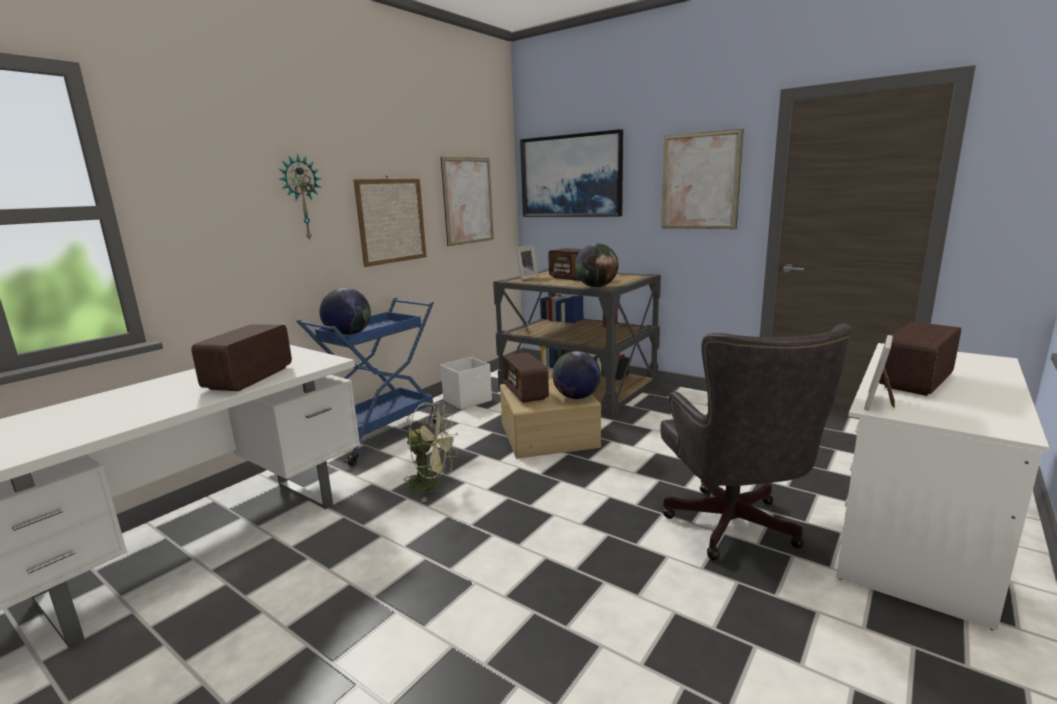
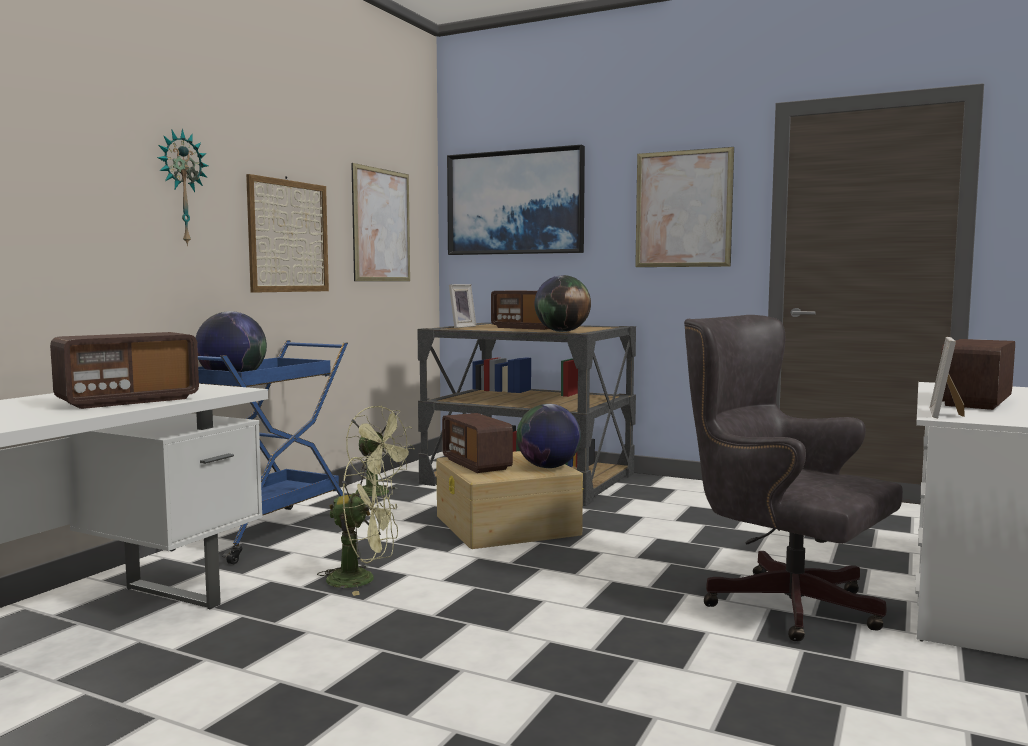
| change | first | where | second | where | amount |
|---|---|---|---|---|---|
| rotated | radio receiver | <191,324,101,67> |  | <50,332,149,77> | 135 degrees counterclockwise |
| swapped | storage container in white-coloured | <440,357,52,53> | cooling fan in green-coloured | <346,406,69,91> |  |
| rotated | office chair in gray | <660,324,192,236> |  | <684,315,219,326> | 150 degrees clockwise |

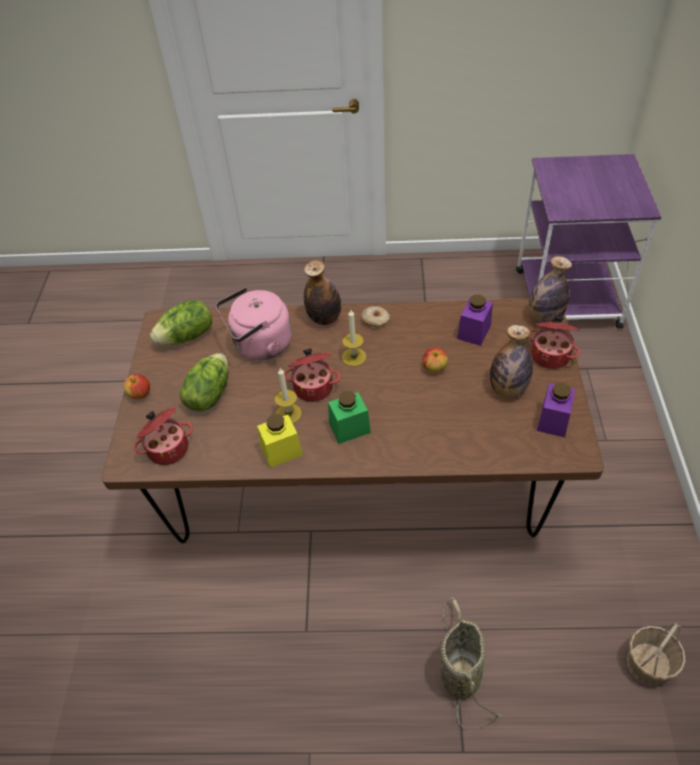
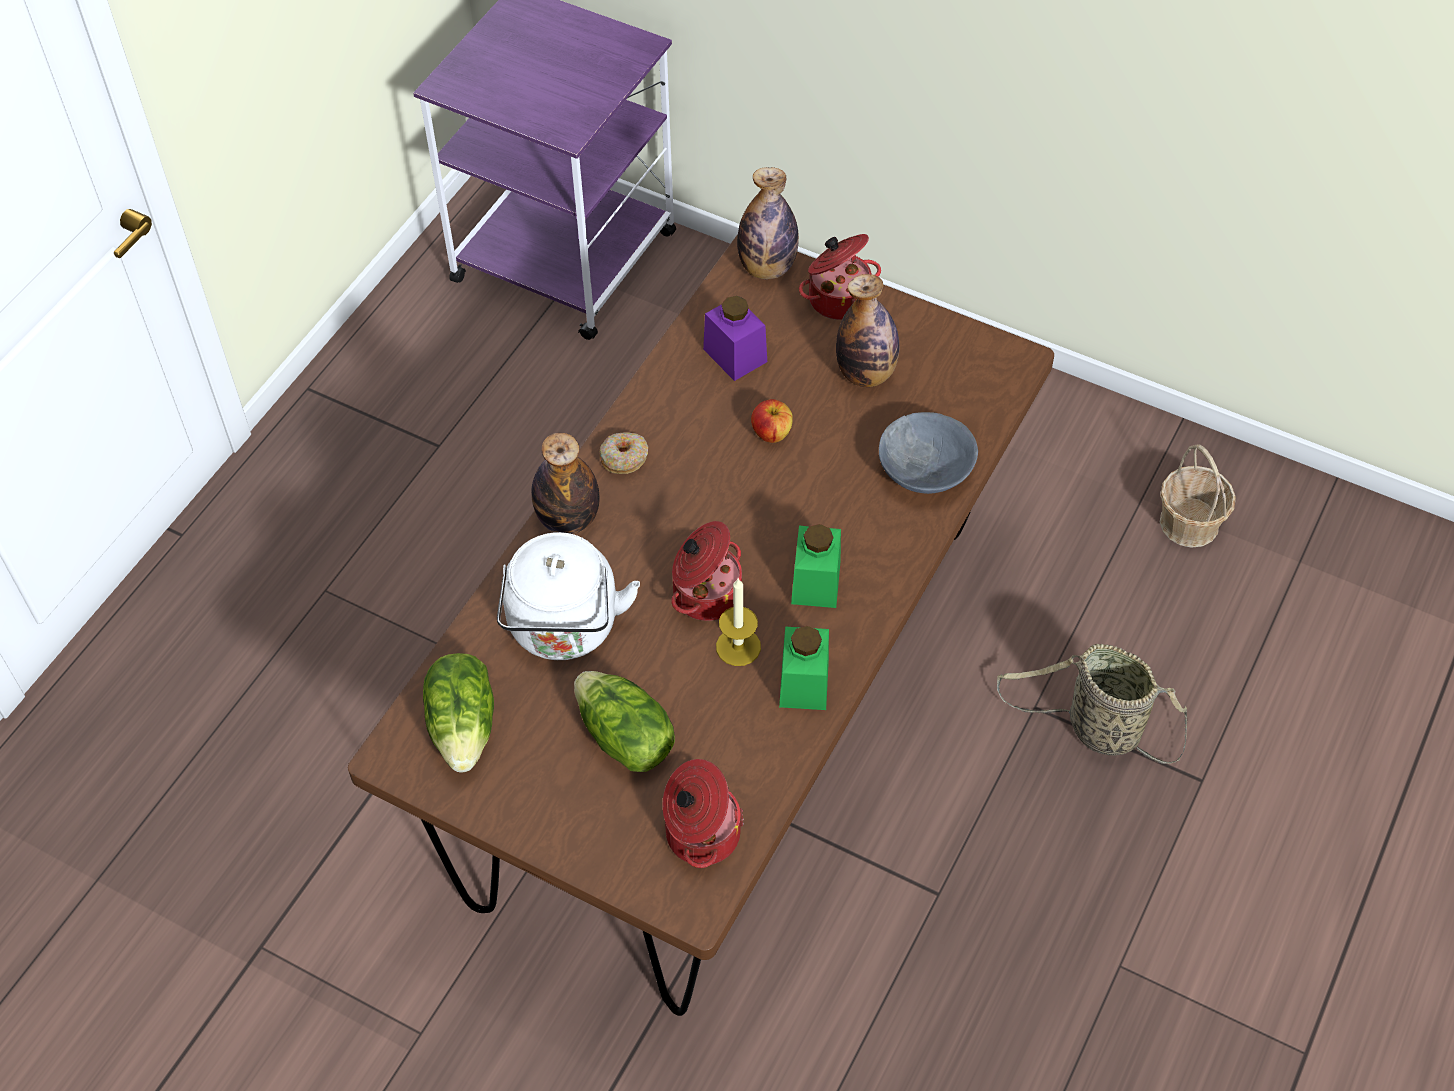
| change | first | where | second | where | amount |
|---|---|---|---|---|---|
| gone | apple | <124,374,26,25> |  |  |  |
| repainted | kettle in pink | <216,288,76,72> | kettle in white-coloured | <497,532,143,128> |  |
| repainted | jar in yellow-coloured | <257,414,46,54> | jar in green-coloured | <779,626,50,84> |  |
| gone | wax candle | <342,310,25,56> |  |  |  |
| gone | jar in purple-coloured | <537,383,38,54> |  |  |  |
| new |  |  | bowl in gray | <879,412,99,82> |  |

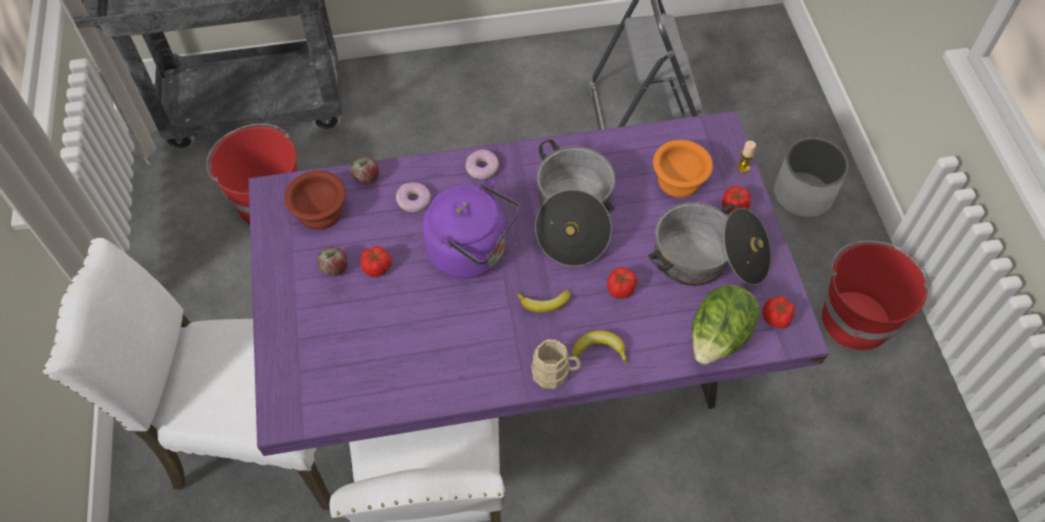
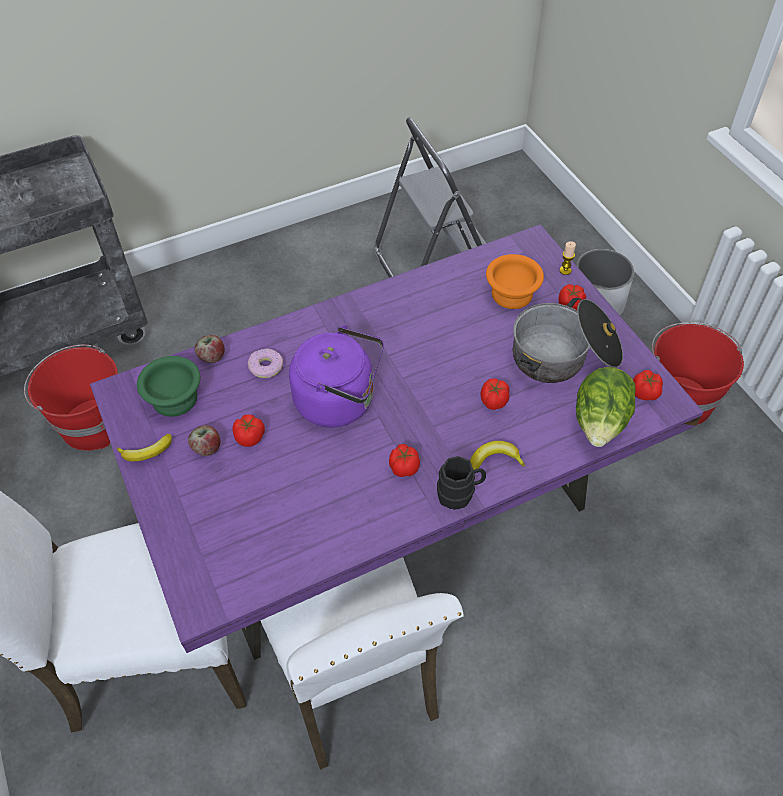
| change | first | where | second | where | amount |
|---|---|---|---|---|---|
| repainted | bowl in brown | <284,171,62,59> | bowl in green-coloured | <137,356,63,61> |  |
| gone | donut | <465,150,34,29> |  |  |  |
| shifted | whole banana | <516,290,54,22> |  | <117,434,55,27> |  |
| repainted | mug in beige-coloured | <531,340,50,49> | mug in black | <437,456,49,54> |  |
| gone | stockpot | <535,140,80,126> |  |  |  |
| new |  |  | tomato | <389,444,31,33> |  |

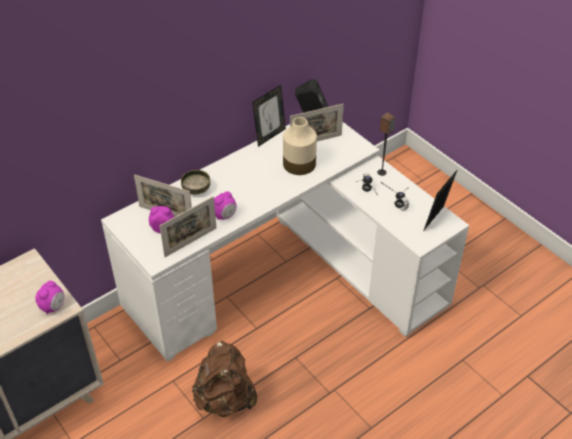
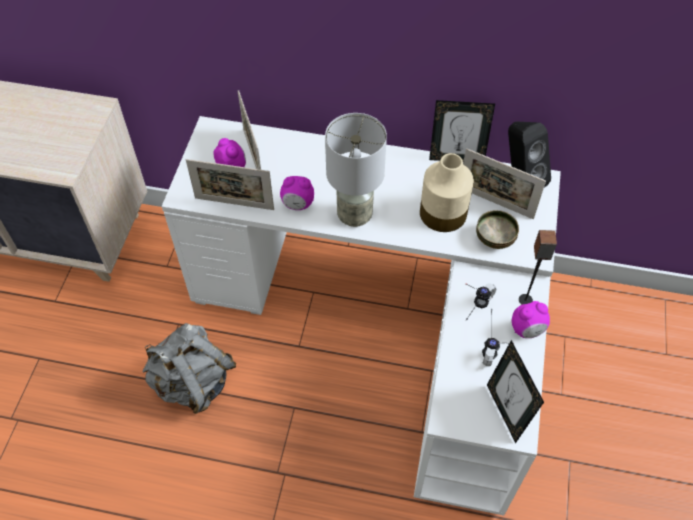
| change | first | where | second | where | amount |
|---|---|---|---|---|---|
| shifted | table clock | <35,281,29,33> |  | <512,301,38,37> |  |
| shifted | bowl | <181,170,29,24> |  | <476,210,43,39> |  |
| repainted | knapsack in brown | <192,341,65,76> | knapsack in gray | <142,323,95,91> |  |
| rotated | picture frame | <424,169,34,61> |  | <487,340,57,103> | 105 degrees counterclockwise |
| new |  |  | tabletop lamp in gray | <325,113,62,114> |  |

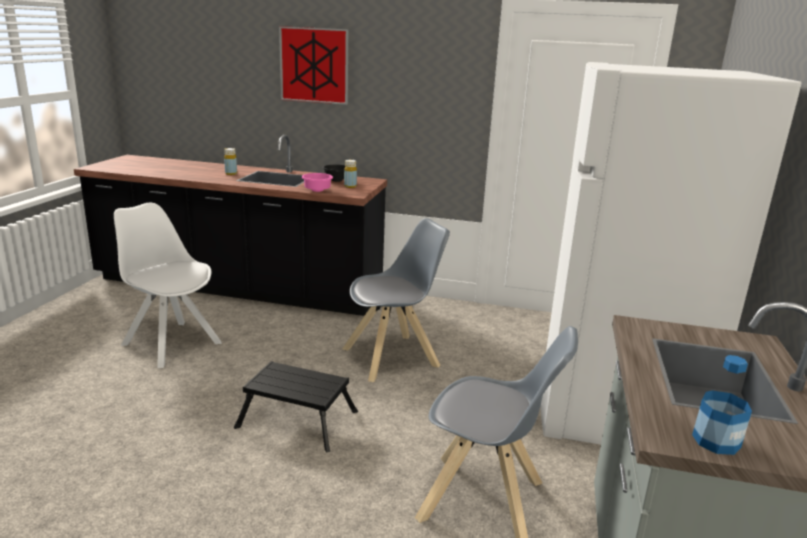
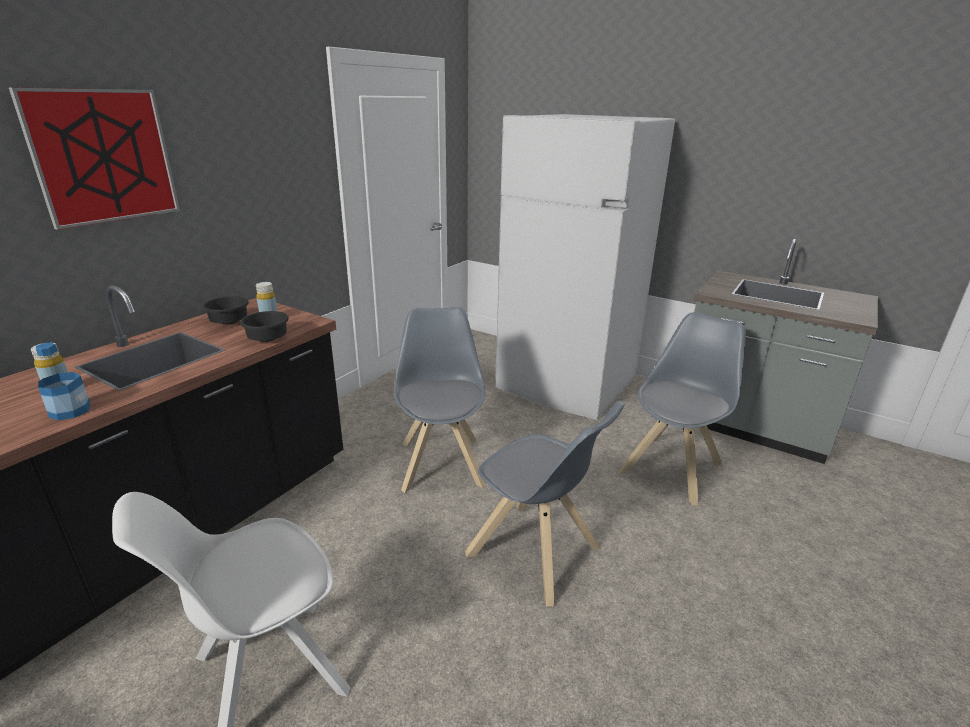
| change | first | where | second | where | amount |
|---|---|---|---|---|---|
| swapped | stepladder in black | <234,361,124,92> | plain chair in gray | <465,400,160,207> |  |
| repainted | bowl in pink | <302,173,31,19> | bowl in black | <240,311,49,31> |  |
| shifted | drink bottle | <692,355,60,100> |  | <36,343,55,78> |  |

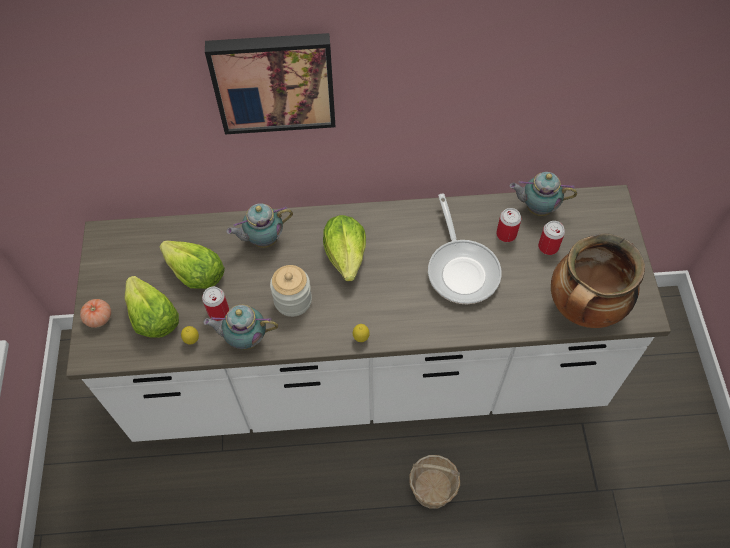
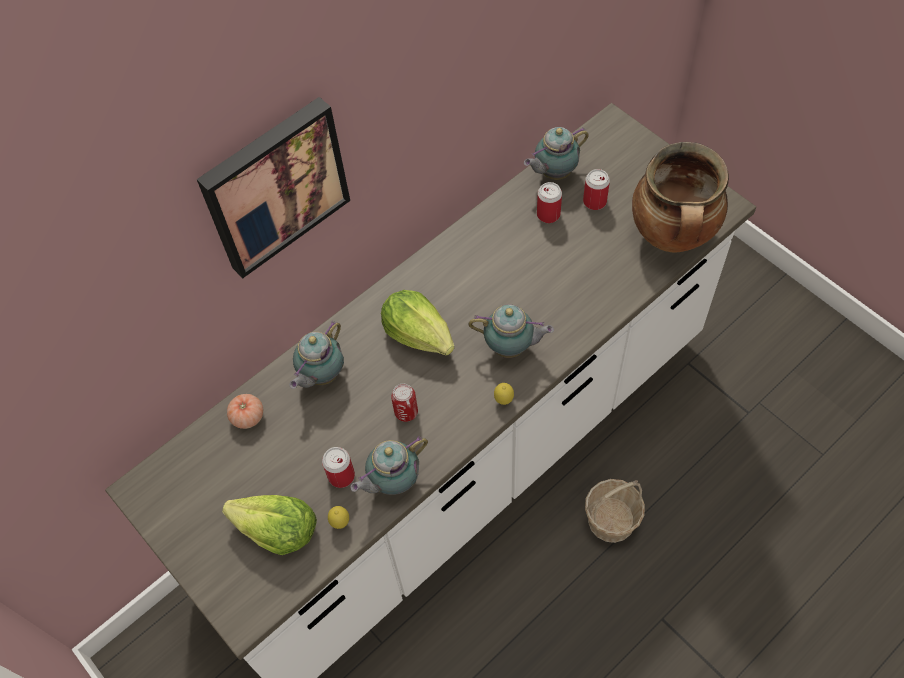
| change | first | where | second | where | amount |
|---|---|---|---|---|---|
| shifted | tomato | <80,299,31,29> |  | <227,394,36,35> |  |
| gone | lettuce head | <160,241,65,48> |  |  |  |
| swapped | jar | <270,265,42,52> | sealed can | <391,384,27,38> |  |
| gone | frying pan | <428,194,74,110> |  |  |  |
| new |  |  | tea pot | <469,304,85,54> |  |

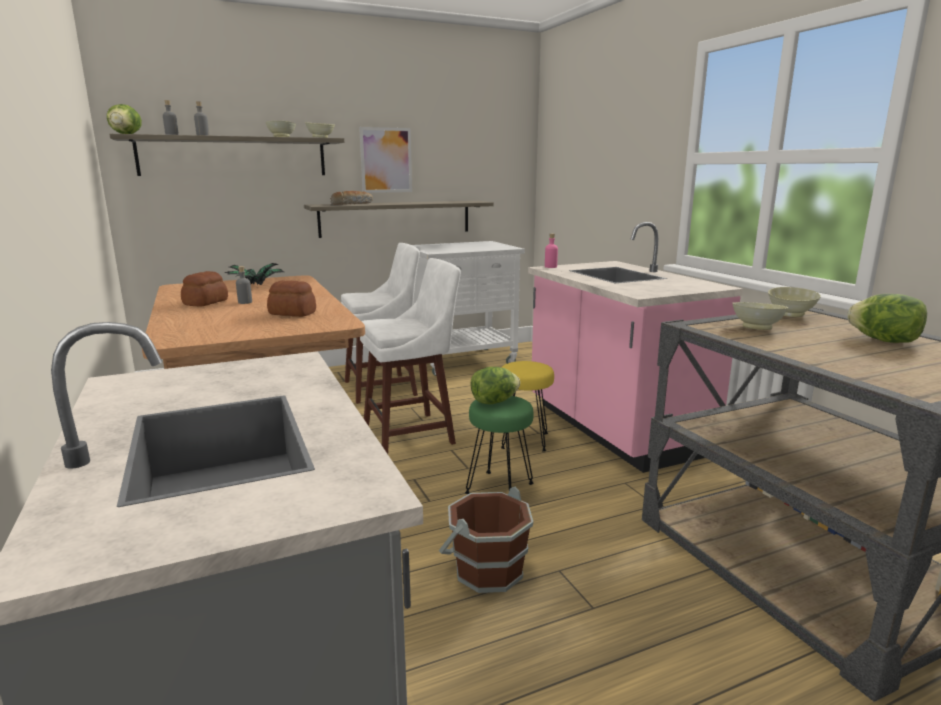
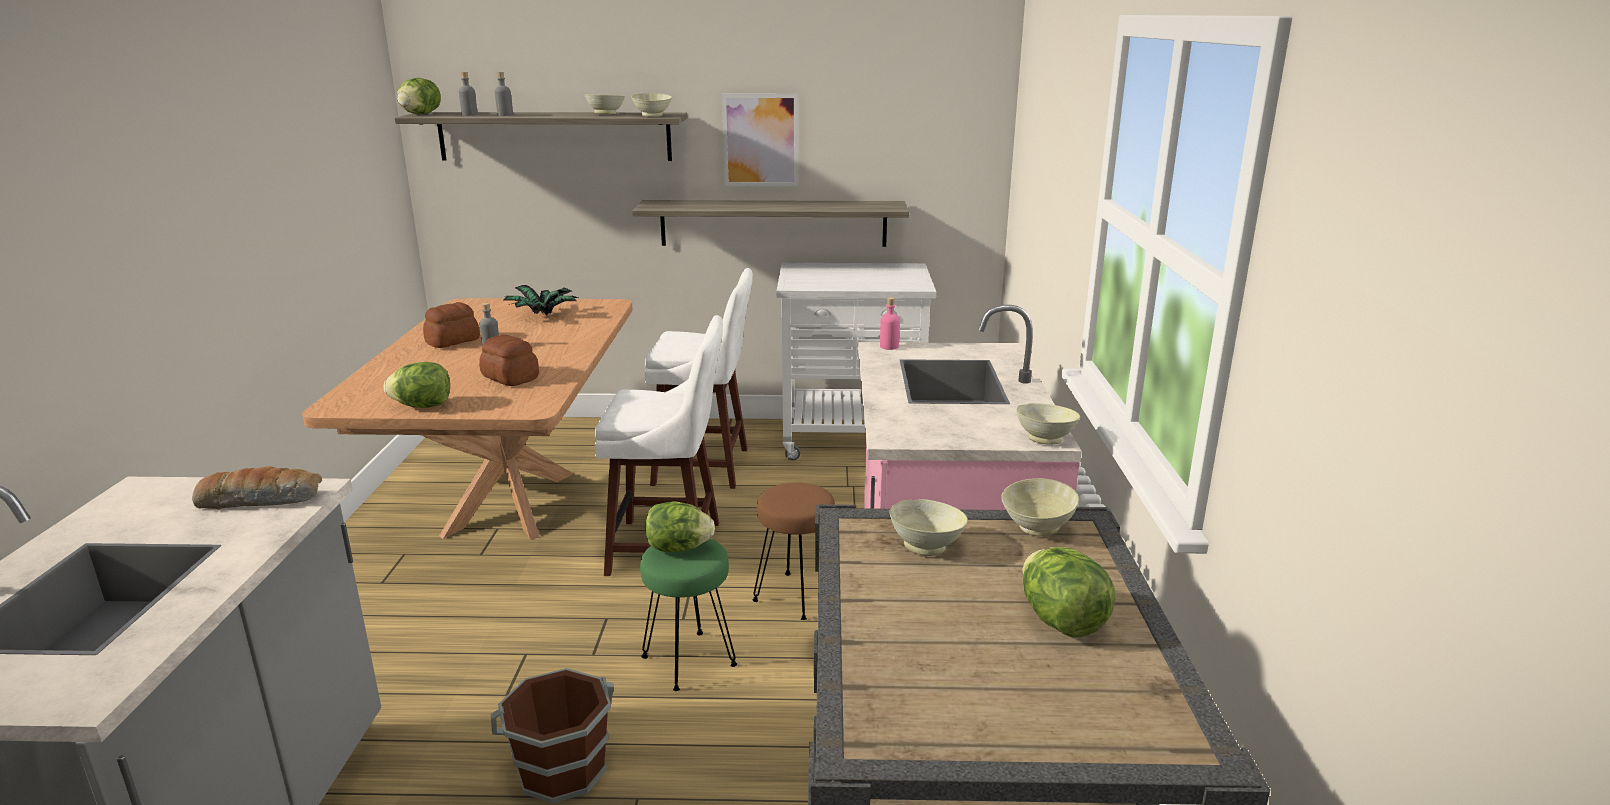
| change | first | where | second | where | amount |
|---|---|---|---|---|---|
| shifted | baked bread | <330,191,43,14> |  | <192,466,130,43> |  |
| repainted | sitting stool in yellow-coloured | <501,361,53,91> | sitting stool in brown | <752,482,83,138> |  |
| new |  |  | lettuce head | <384,362,66,46> |  |
| new |  |  | bowl in beige-coloured | <1016,403,64,42> |  |

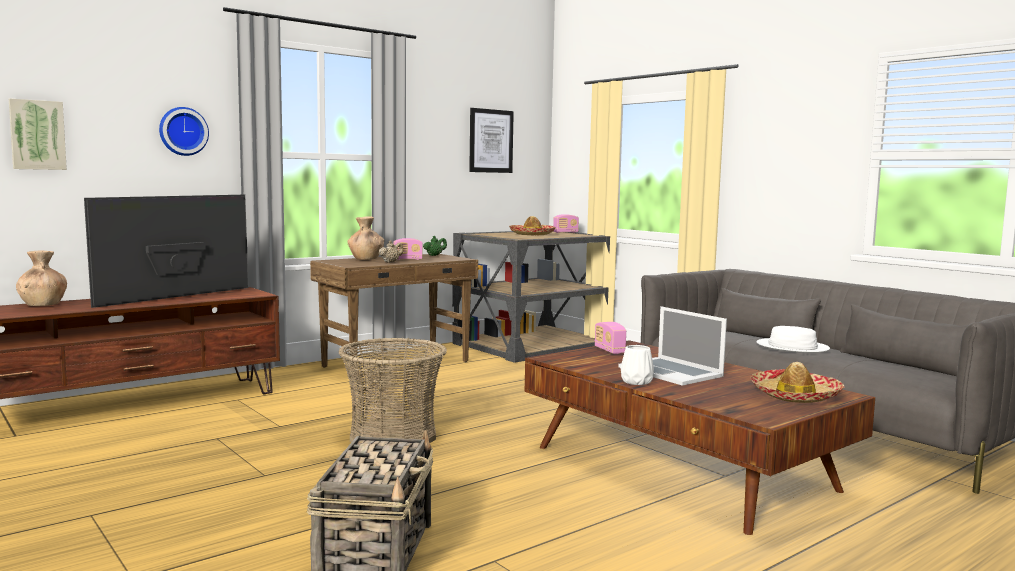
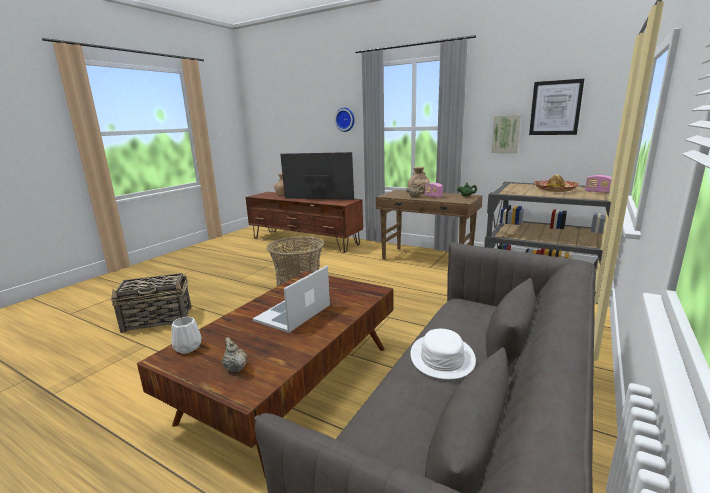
| change | first | where | second | where | amount |
|---|---|---|---|---|---|
| shifted | wall picture | <9,98,58,72> |  | <492,115,29,38> |  |
| gone | radio receiver | <595,322,31,32> |  |  |  |
| shifted | decorative vase in white-coloured | <620,345,34,40> |  | <171,317,31,37> |  |
| swapped | wearable hat | <751,362,94,41> | tea pot in beige-coloured | <222,337,25,35> |  |

